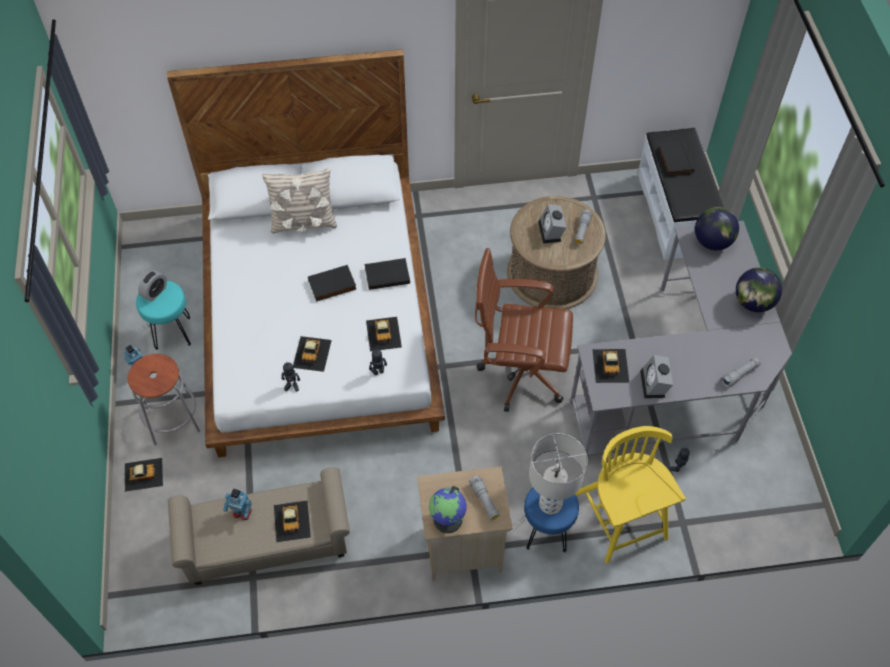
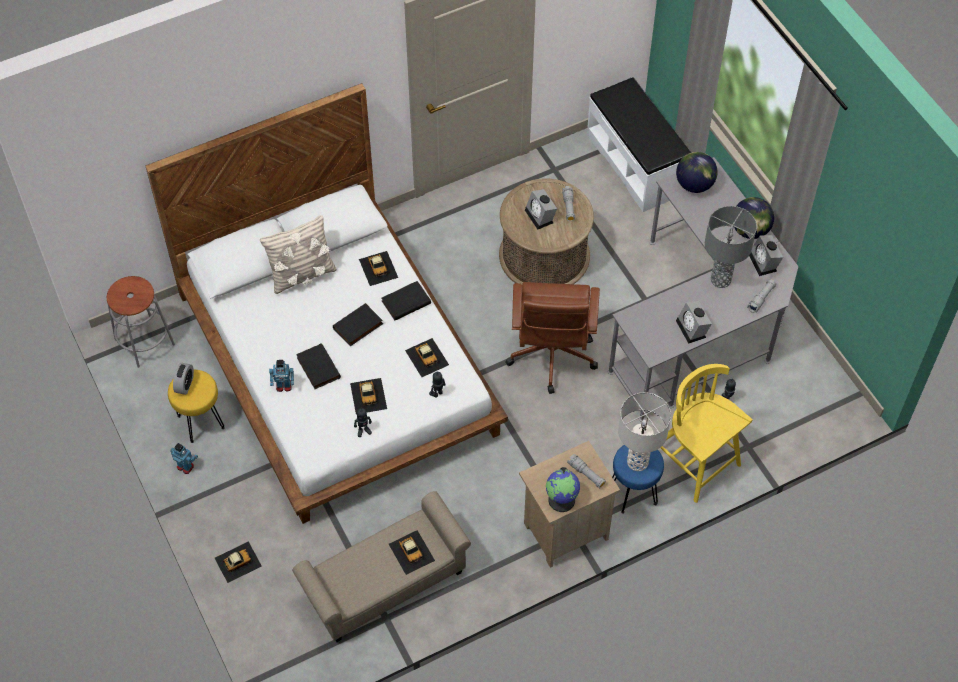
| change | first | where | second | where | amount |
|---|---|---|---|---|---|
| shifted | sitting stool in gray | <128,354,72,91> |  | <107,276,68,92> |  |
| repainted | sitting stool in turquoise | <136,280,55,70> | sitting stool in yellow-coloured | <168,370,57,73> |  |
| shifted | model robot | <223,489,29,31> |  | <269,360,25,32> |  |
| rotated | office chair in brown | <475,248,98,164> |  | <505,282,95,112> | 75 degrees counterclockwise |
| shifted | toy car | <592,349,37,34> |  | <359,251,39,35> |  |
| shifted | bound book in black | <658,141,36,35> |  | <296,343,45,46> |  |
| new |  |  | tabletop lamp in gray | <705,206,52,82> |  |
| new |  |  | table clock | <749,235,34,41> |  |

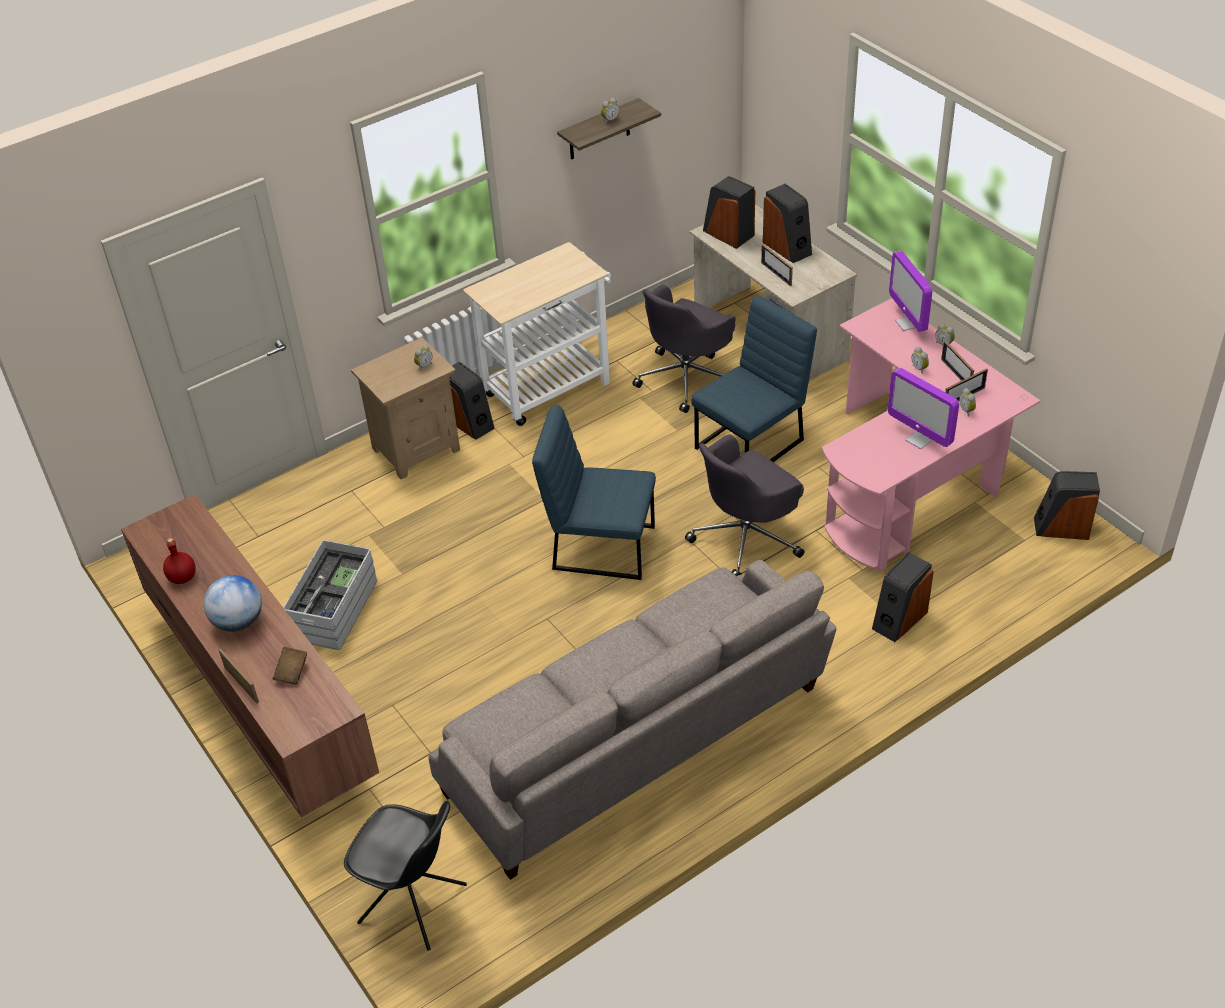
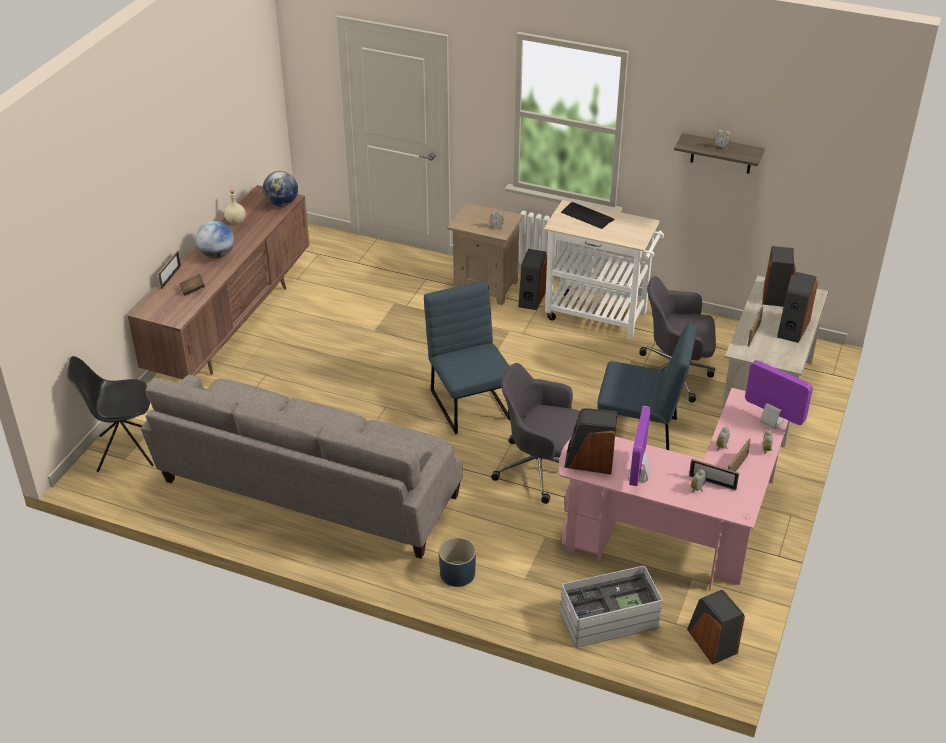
| change | first | where | second | where | amount |
|---|---|---|---|---|---|
| repainted | drink bottle in red | <163,538,33,46> | drink bottle in beige-coloured | <224,190,22,34> |  |
| shifted | storage container in gray | <283,540,95,110> |  | <560,566,103,81> |  |
| rotated | plain chair in black | <344,801,123,150> |  | <67,356,87,116> | 90 degrees clockwise |
| shifted | speaker | <872,552,62,90> |  | <564,408,53,66> |  |
| rotated | computer display | <889,251,43,81> |  | <745,360,68,69> | 90 degrees clockwise |
| new |  |  | world globe | <263,171,35,36> |  |
| new |  |  | plant pot in blue | <439,537,37,50> |  |
| new |  |  | keyboard | <561,202,54,27> |  |

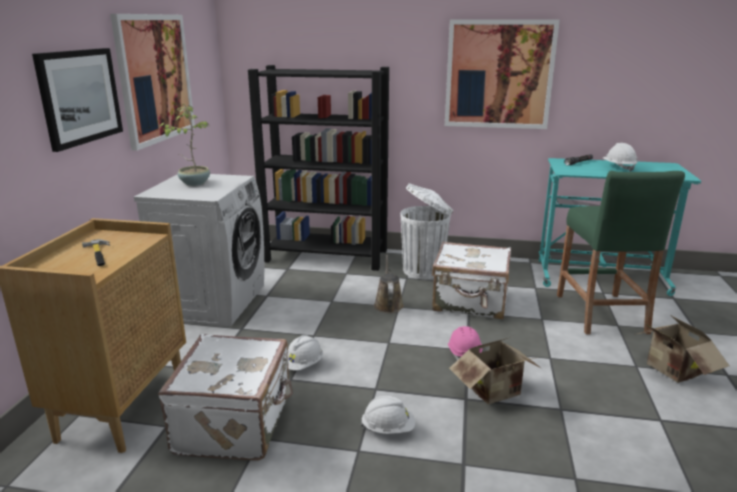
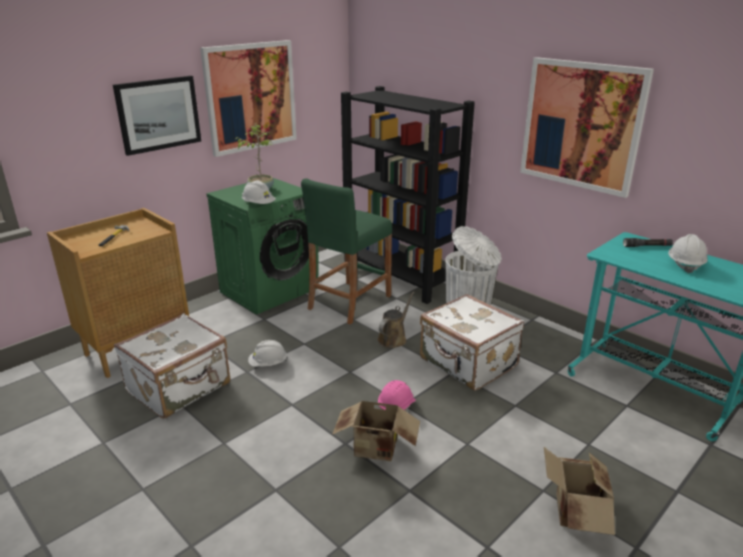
| change | first | where | second | where | amount |
|---|---|---|---|---|---|
| repainted | laundry machine in white-coloured | <134,174,130,153> | laundry machine in green-coloured | <206,178,112,136> |  |
| shifted | safety helmet in white-coloured | <361,396,54,38> |  | <242,180,34,24> |  |
| shifted | sitting stool in green-coloured | <557,171,128,164> |  | <301,178,91,146> |  |

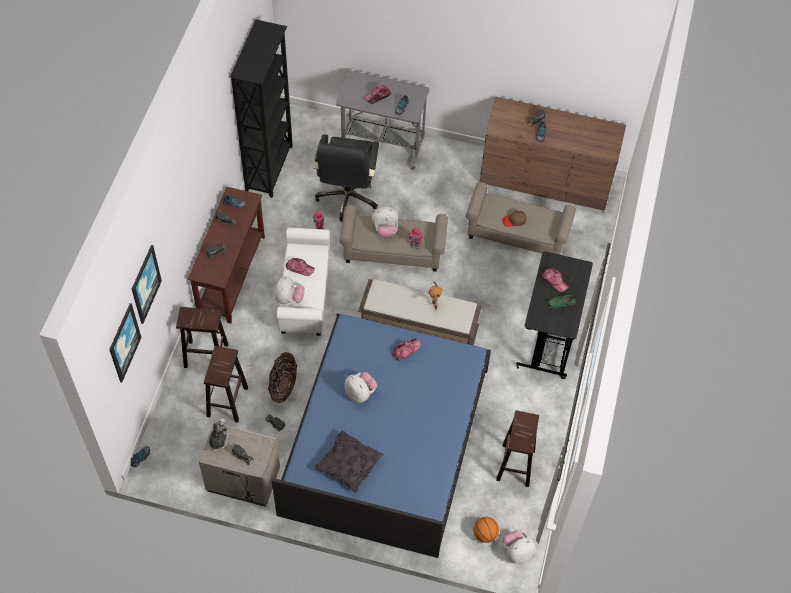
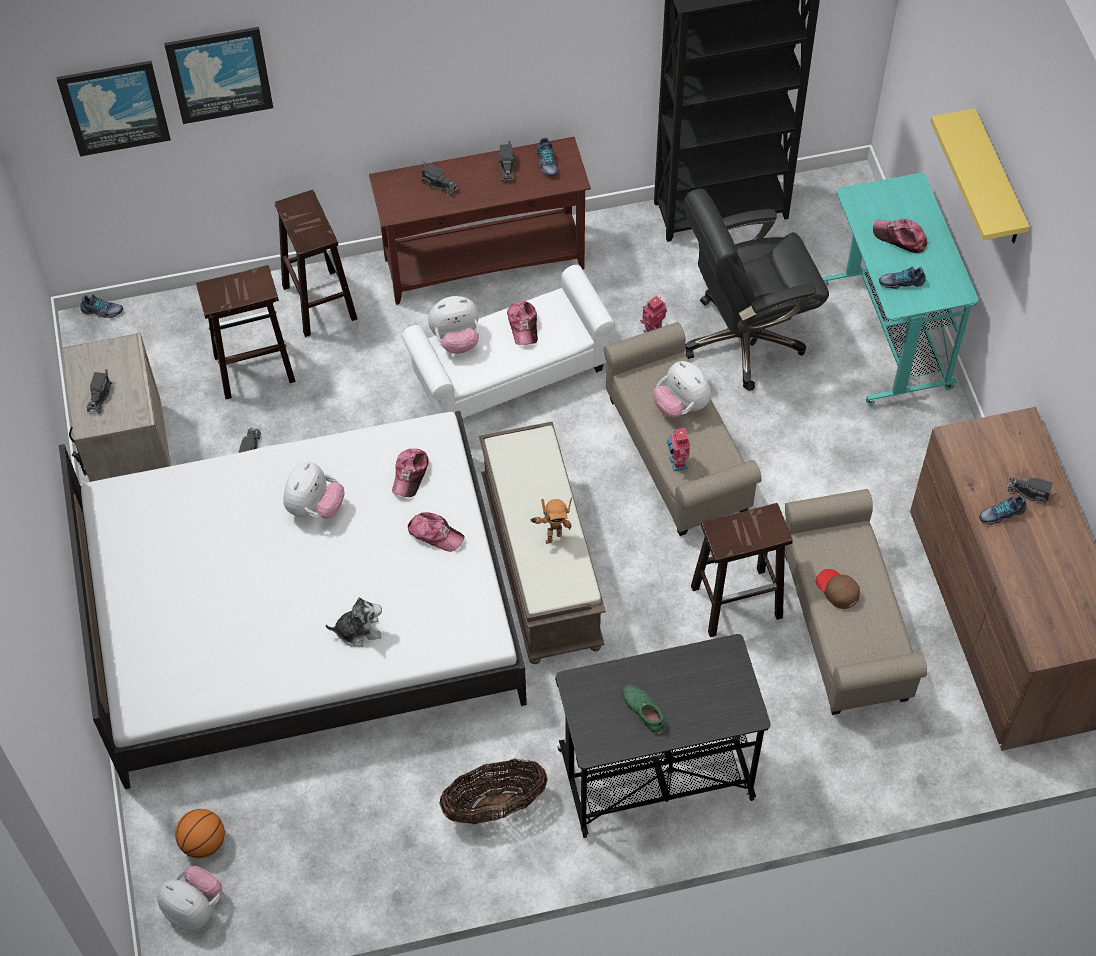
| change | first | where | second | where | amount |
|---|---|---|---|---|---|
| shifted | plush toy | <209,418,21,33> |  | <325,597,57,50> |  |
| shifted | household basket | <268,352,29,51> |  | <439,759,109,65> |  |
| repainted | bedroom bed in blue | <272,313,219,245> | bedroom bed in white-coloured | <59,411,468,378> |  |
| gone | throw pillow in black | <315,430,69,63> |  |  |  |
| repainted | desk unit in gray | <336,70,93,100> | desk unit in turquoise | <822,173,157,233> |  |
| shifted | sitting stool in brown | <496,410,43,77> |  | <691,503,102,134> |  |
| shifted | cap | <542,268,27,24> |  | <392,449,37,48> |  |
| new |  |  | bracket shelf in yellow-coloured | <930,108,100,135> |  |

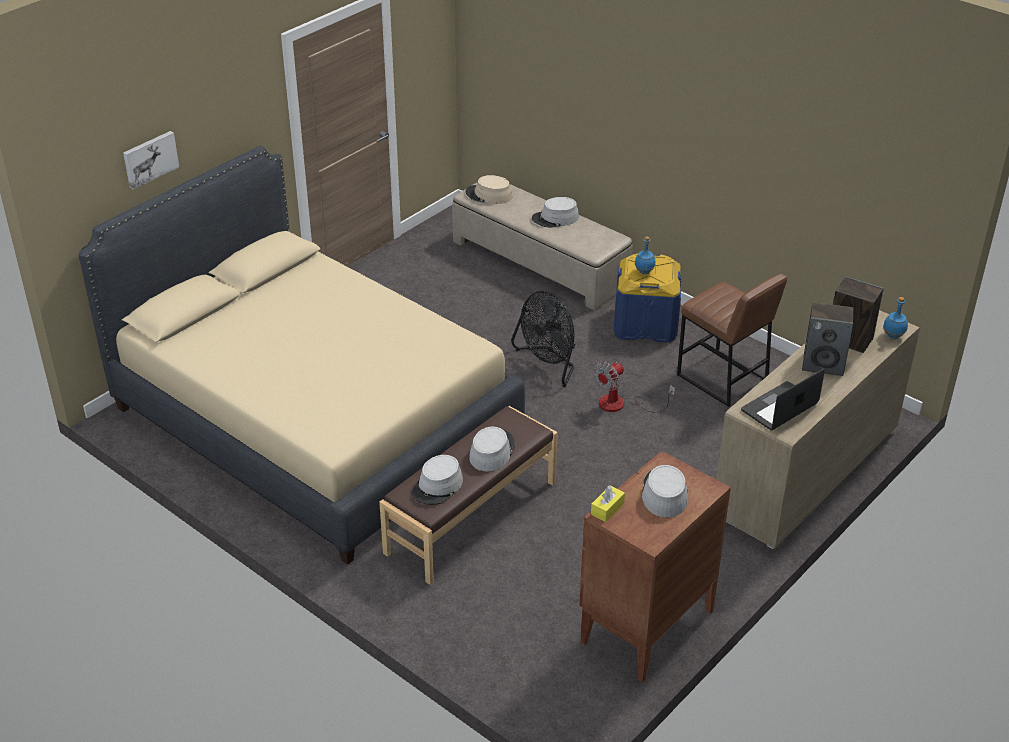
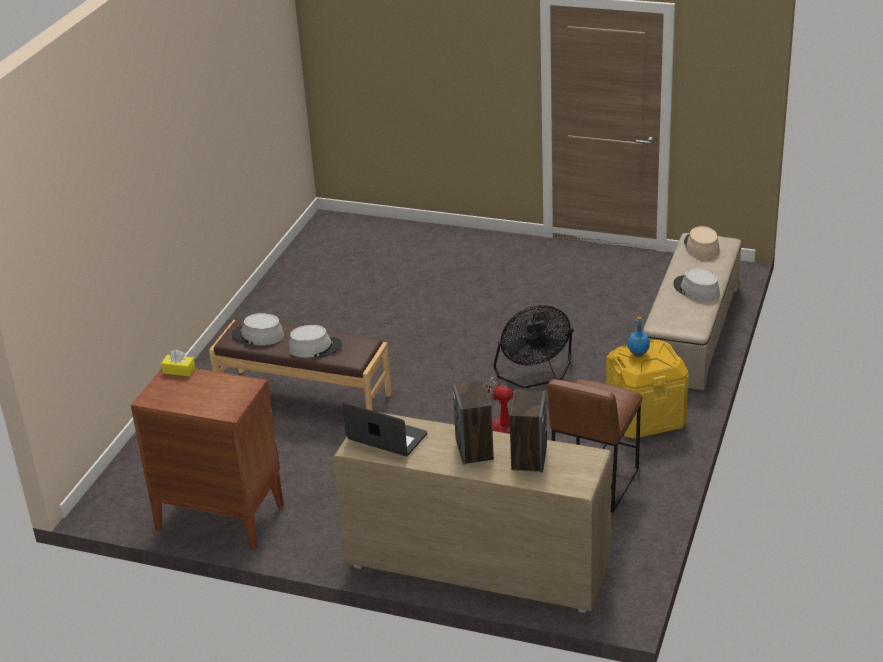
| change | first | where | second | where | amount |
|---|---|---|---|---|---|
| gone | bedroom bed in beige-coloured | <78,146,447,419> |  |  |  |
| gone | wall picture | <123,131,56,58> |  |  |  |
| rotated | cooling fan in black | <511,291,64,96> |  | <493,305,81,84> | 45 degrees clockwise |
| repainted | storage container in blue | <614,254,67,89> | storage container in yellow-coloured | <606,339,83,100> |  |
| gone | wearable hat in gray | <642,465,47,53> |  |  |  |
| gone | drink bottle in blue | <883,297,25,42> |  |  |  |

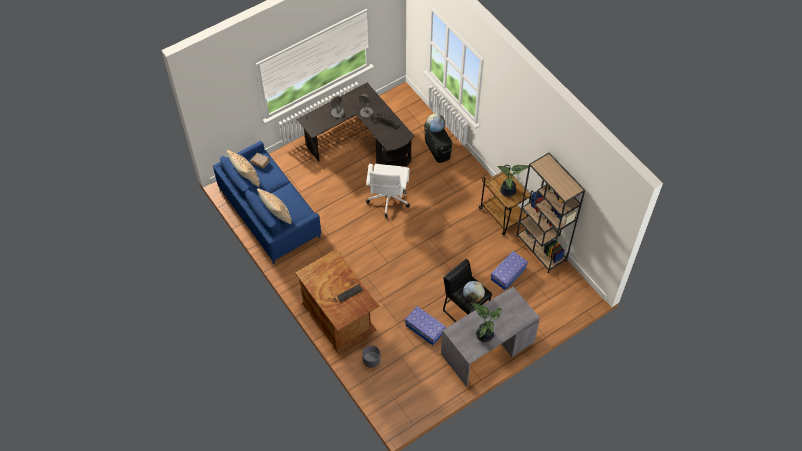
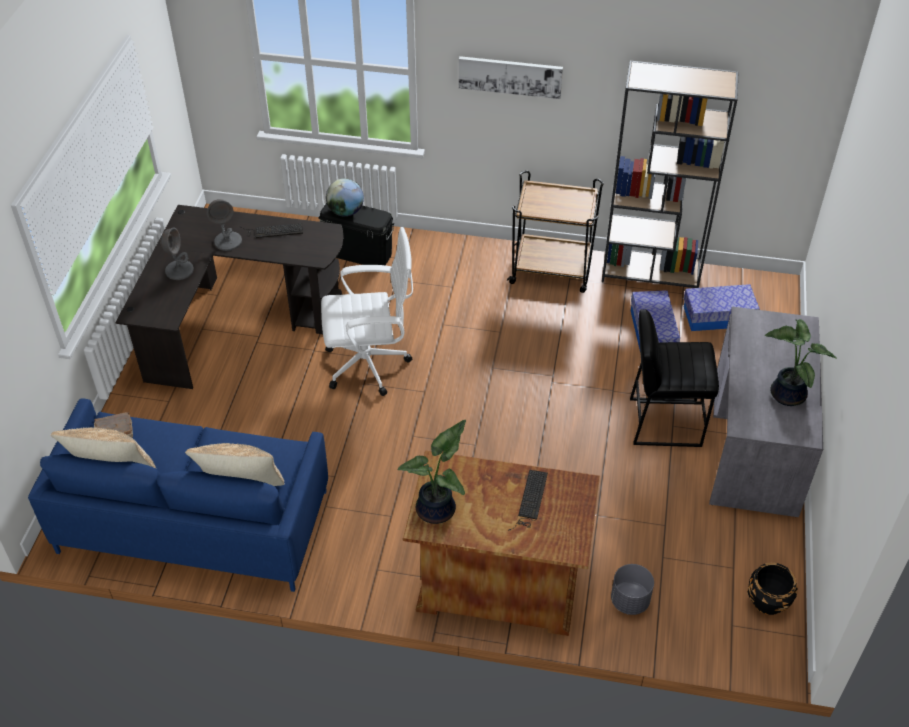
| change | first | where | second | where | amount |
|---|---|---|---|---|---|
| rotated | office chair in white-coloured | <366,164,44,54> |  | <321,227,92,169> | 60 degrees counterclockwise |
| shifted | storage container | <405,306,41,39> |  | <684,284,76,47> |  |
| gone | world globe | <463,281,22,22> |  |  |  |
| shifted | plant in a pot | <497,165,32,32> |  | <397,420,69,104> |  |
| new |  |  | wall picture | <459,56,104,43> |  |
| new |  |  | plant pot in black | <747,563,51,52> |  |

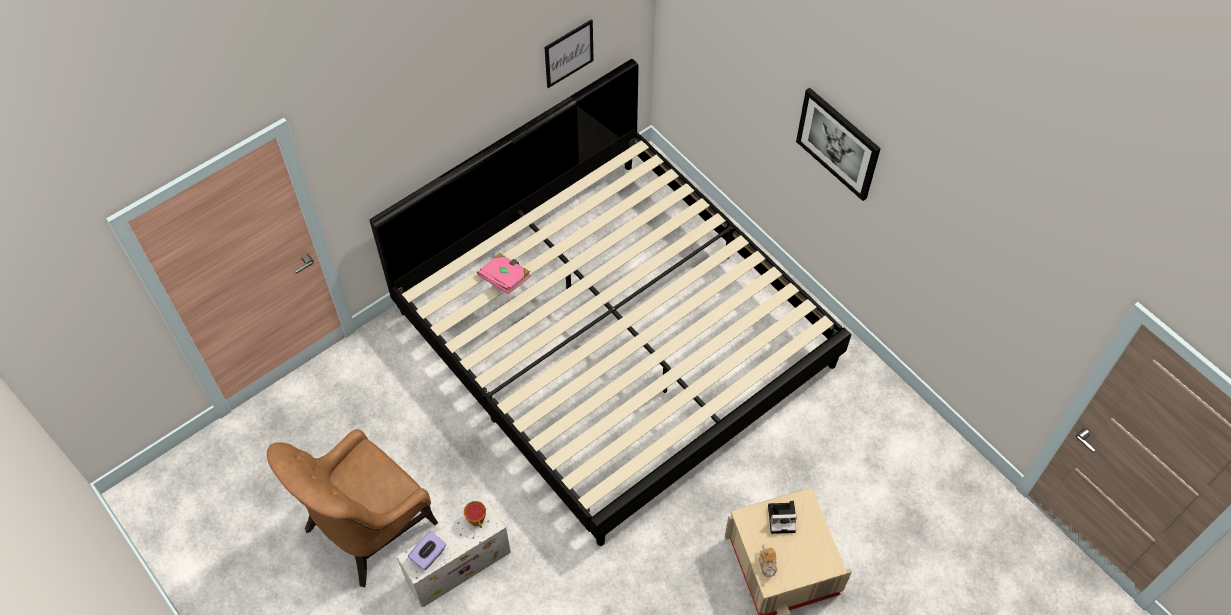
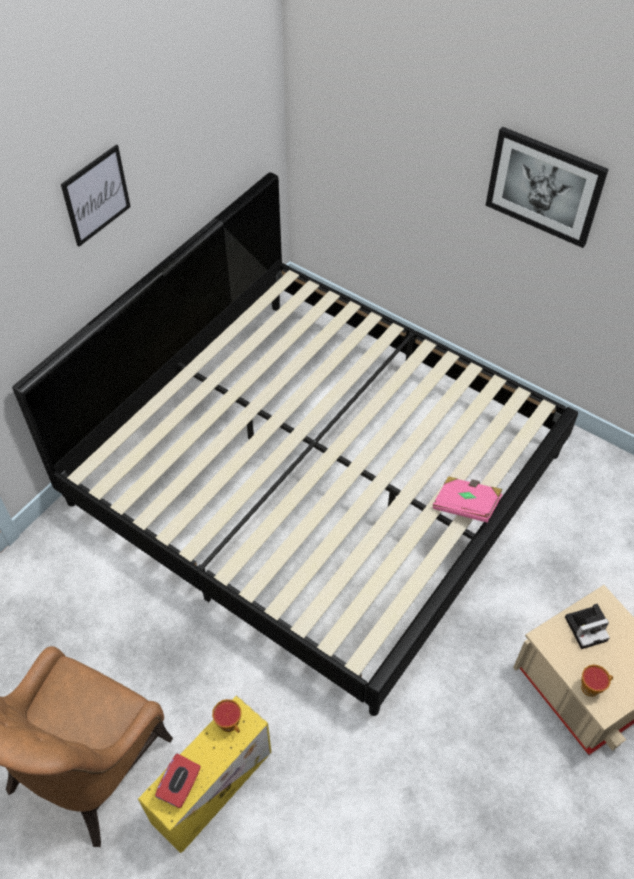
| change | first | where | second | where | amount |
|---|---|---|---|---|---|
| repainted | storage container in white-coloured | <396,501,115,107> | storage container in yellow-coloured | <138,695,133,158> |  |
| repainted | box of tissues in purple-coloured | <408,531,38,39> | box of tissues in red | <155,753,46,55> |  |
| shifted | bound book in pink | <477,253,54,42> |  | <433,476,69,47> |  |
| shifted | wall picture | <545,19,49,69> |  | <61,145,70,102> |  |
| swapped | tea pot | <759,544,18,33> | drinking cup | <581,665,32,32> |  |

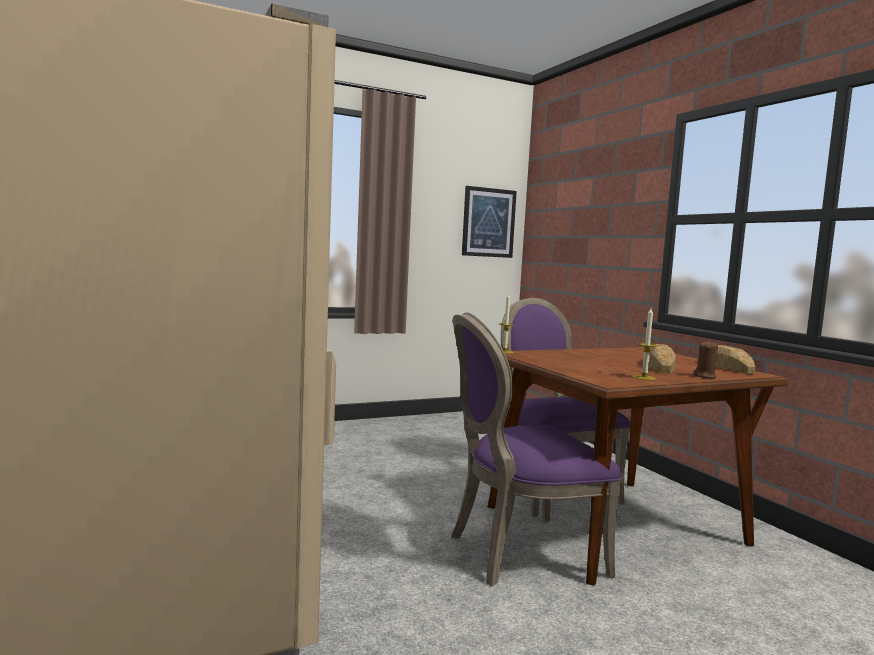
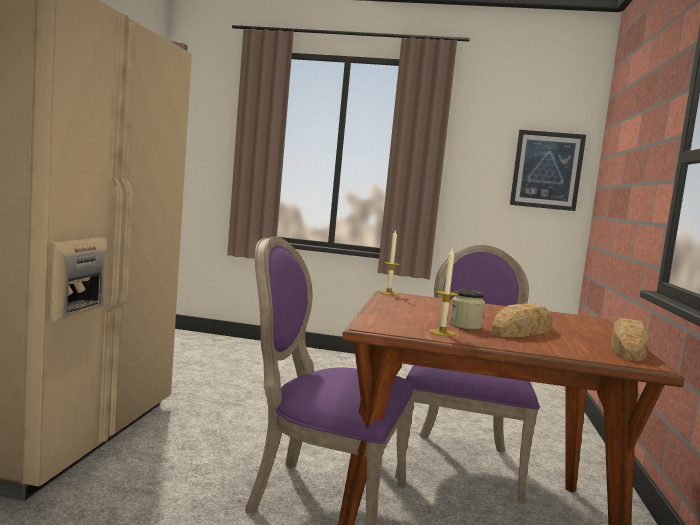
| change | first | where | second | where | amount |
|---|---|---|---|---|---|
| gone | wax candle in brown | <693,341,25,37> |  |  |  |
| new |  |  | jar | <449,289,36,41> |  |

